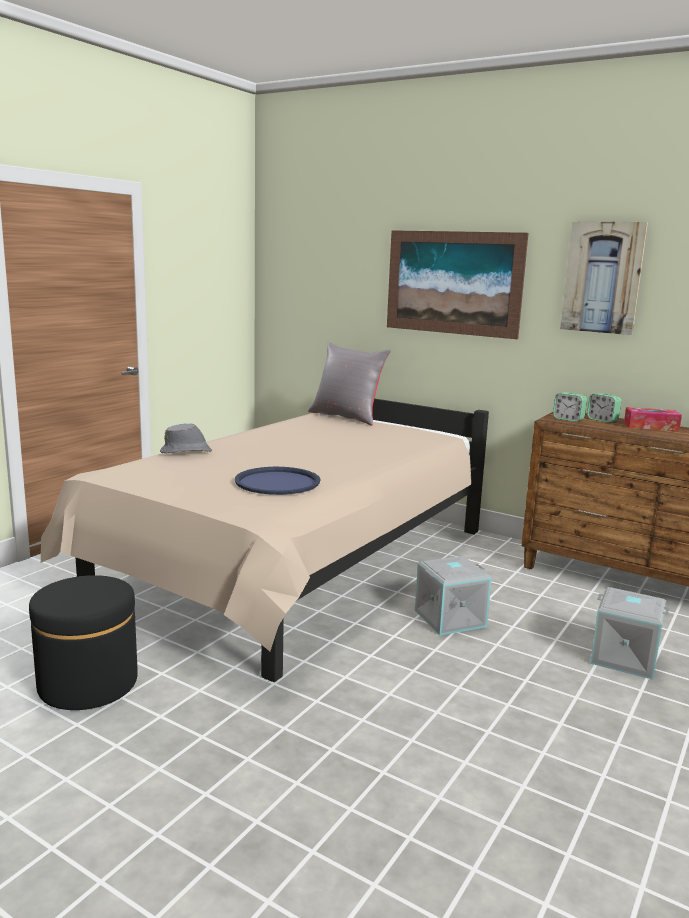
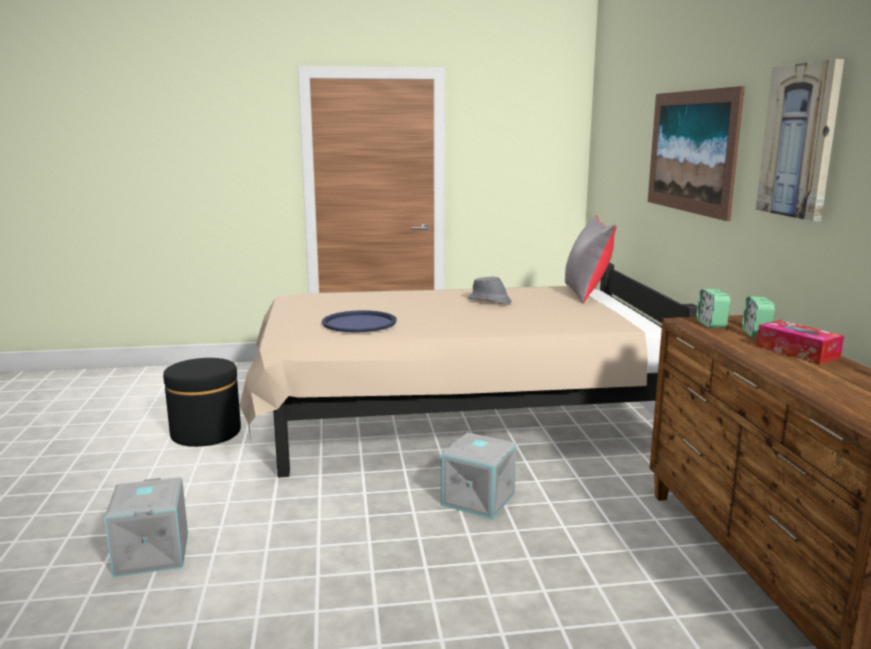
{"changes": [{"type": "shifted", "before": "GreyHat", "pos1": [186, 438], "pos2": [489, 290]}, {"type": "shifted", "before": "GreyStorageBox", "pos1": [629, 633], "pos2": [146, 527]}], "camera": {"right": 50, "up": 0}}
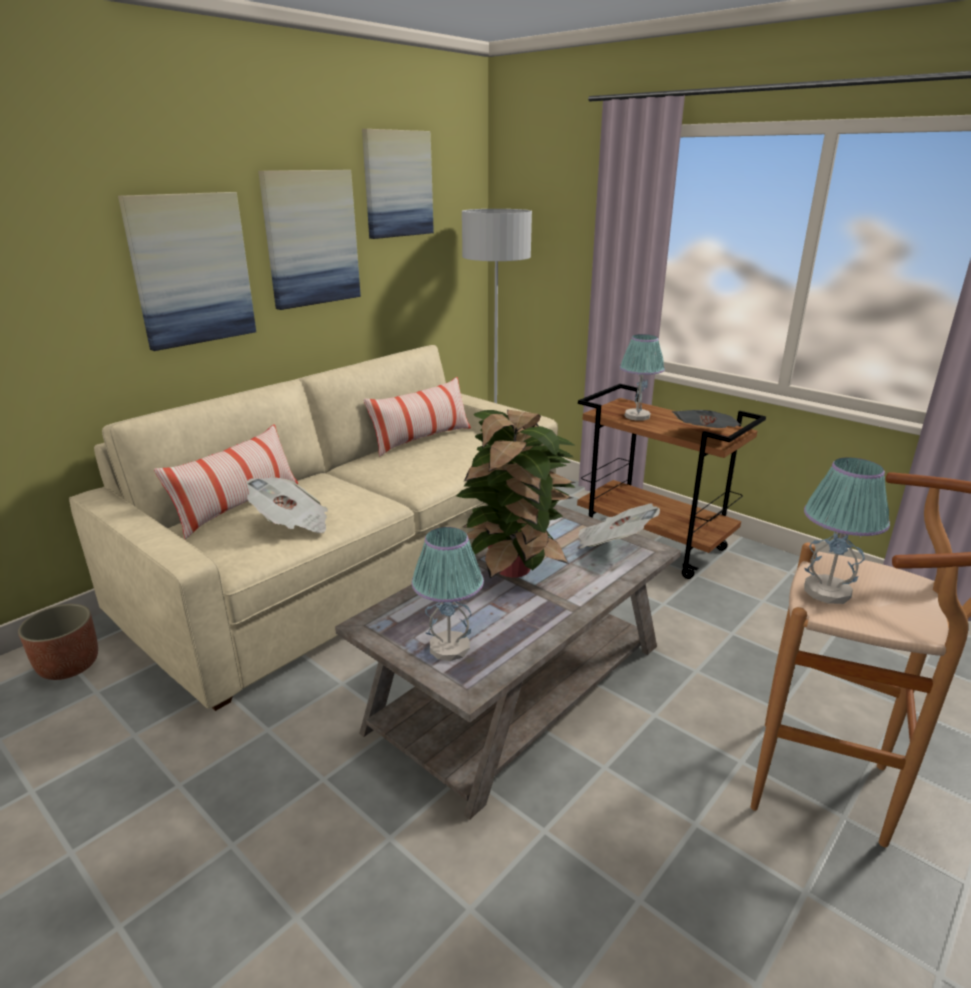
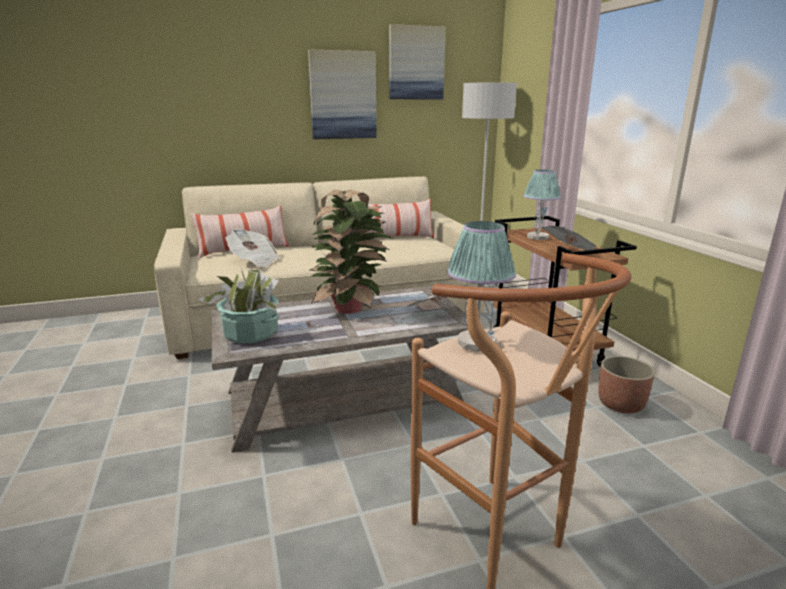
{"changes": [{"type": "gone", "before": "Picture", "pos1": [187, 271]}, {"type": "shifted", "before": "Planter", "pos1": [58, 642], "pos2": [626, 385]}, {"type": "swapped", "before": "TableLamp", "after": "PottedPlant", "pos1": [447, 594], "pos2": [238, 306]}], "camera": {"right": 30, "up": -5}}
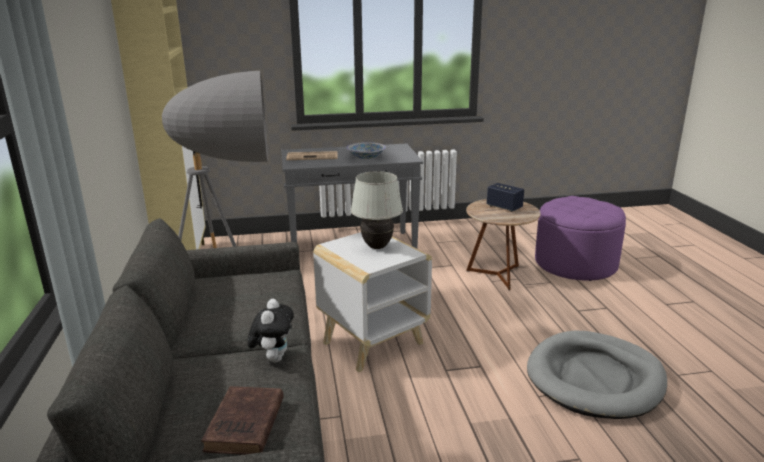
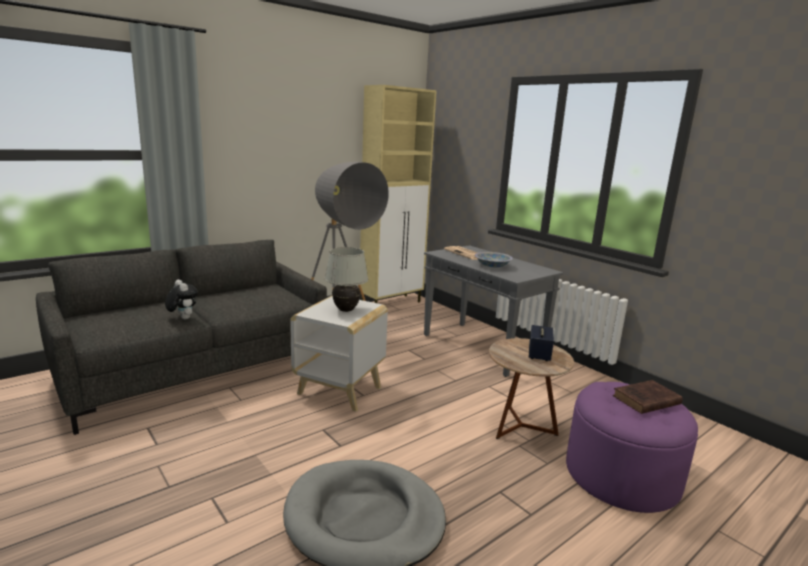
{"changes": [{"type": "shifted", "before": "BrownBook", "pos1": [242, 420], "pos2": [648, 397]}, {"type": "rotated", "before": "PlushToy", "pos1": [271, 330], "pos2": [181, 299], "turn": -105}], "camera": {"right": 60, "up": -5}}
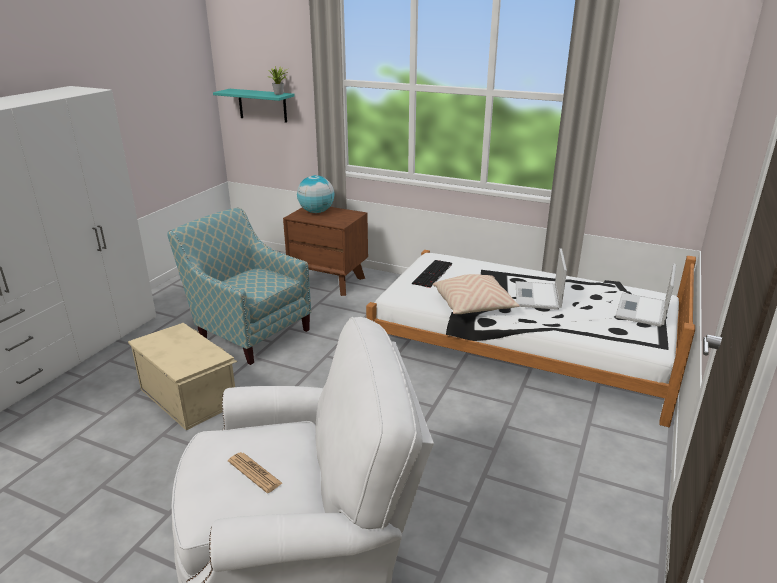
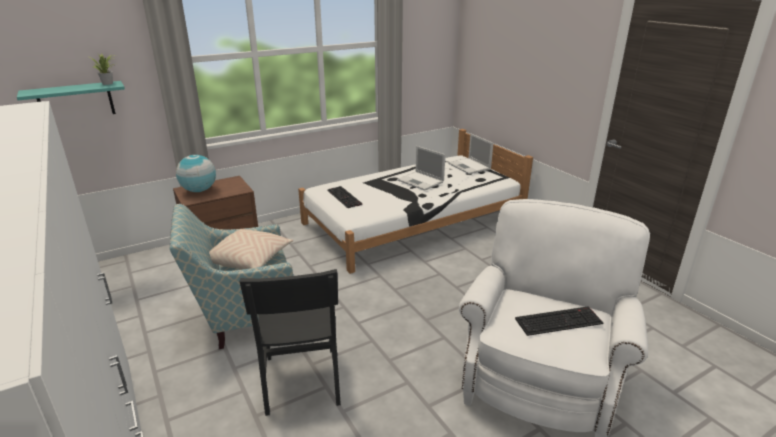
{"changes": [{"type": "shifted", "before": "BeigePillow", "pos1": [476, 294], "pos2": [251, 249]}, {"type": "swapped", "before": "BeigeStorageBox", "after": "BlackChair", "pos1": [182, 377], "pos2": [290, 342]}, {"type": "swapped", "before": "Newspaper", "after": "Keyboard", "pos1": [255, 472], "pos2": [559, 321]}], "camera": {"right": -55, "up": 0}}
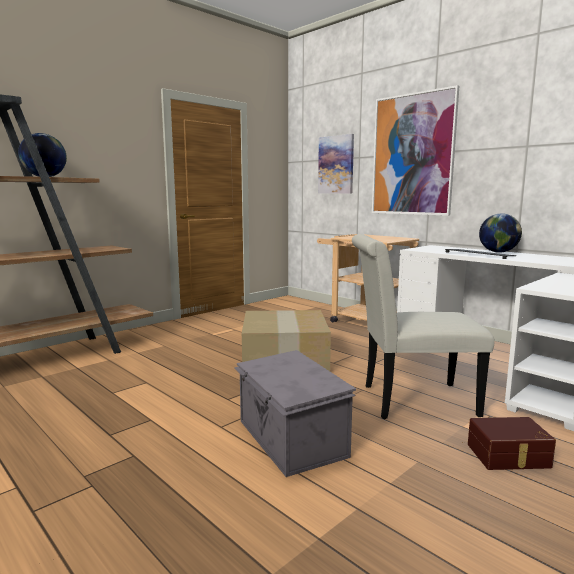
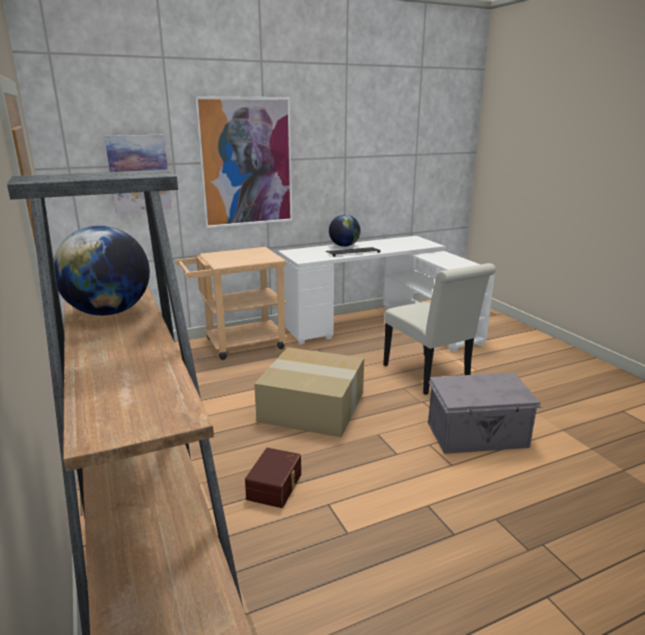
{"changes": [{"type": "shifted", "before": "BrownStorageBox", "pos1": [512, 443], "pos2": [273, 478]}, {"type": "rotated", "before": "WhiteChair", "pos1": [423, 326], "pos2": [439, 329], "turn": -45}], "camera": {"right": -70, "up": 10}}
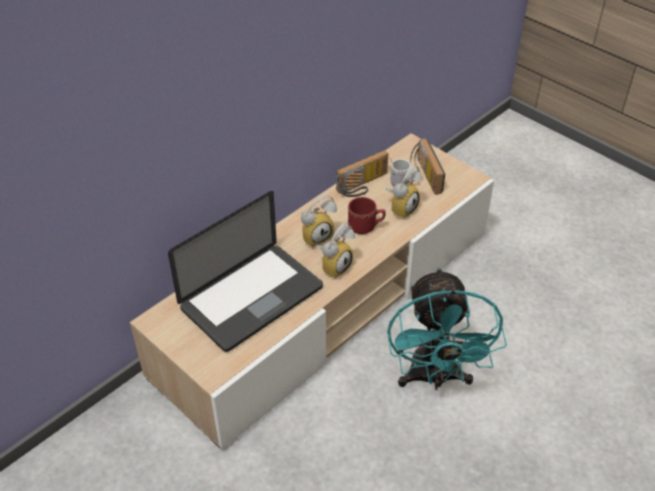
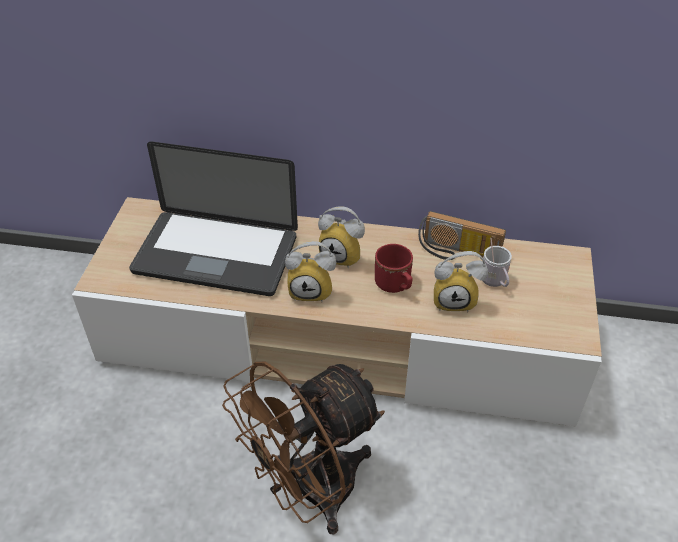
{"changes": [{"type": "gone", "before": "Radio", "pos1": [427, 166]}, {"type": "repainted", "before": "TurquoiseFan", "after": "BrownFan", "pos1": [447, 328], "pos2": [303, 448]}], "camera": {"right": 55, "up": 0}}
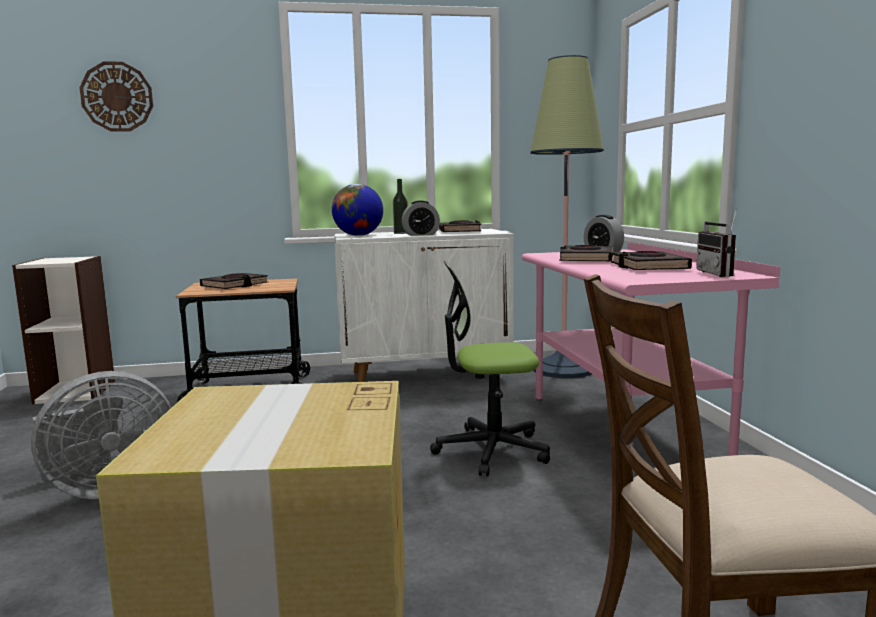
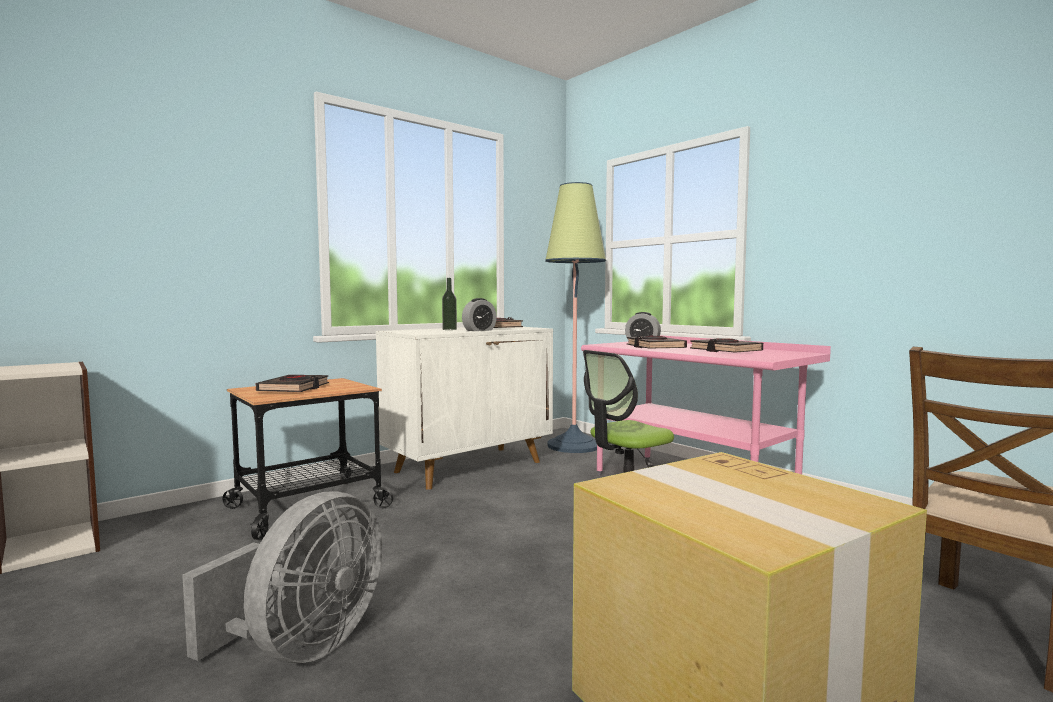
{"changes": [{"type": "gone", "before": "WallClock", "pos1": [116, 96]}, {"type": "gone", "before": "Globe", "pos1": [357, 210]}, {"type": "gone", "before": "Radio", "pos1": [716, 242]}], "camera": {"right": -30, "up": -5}}
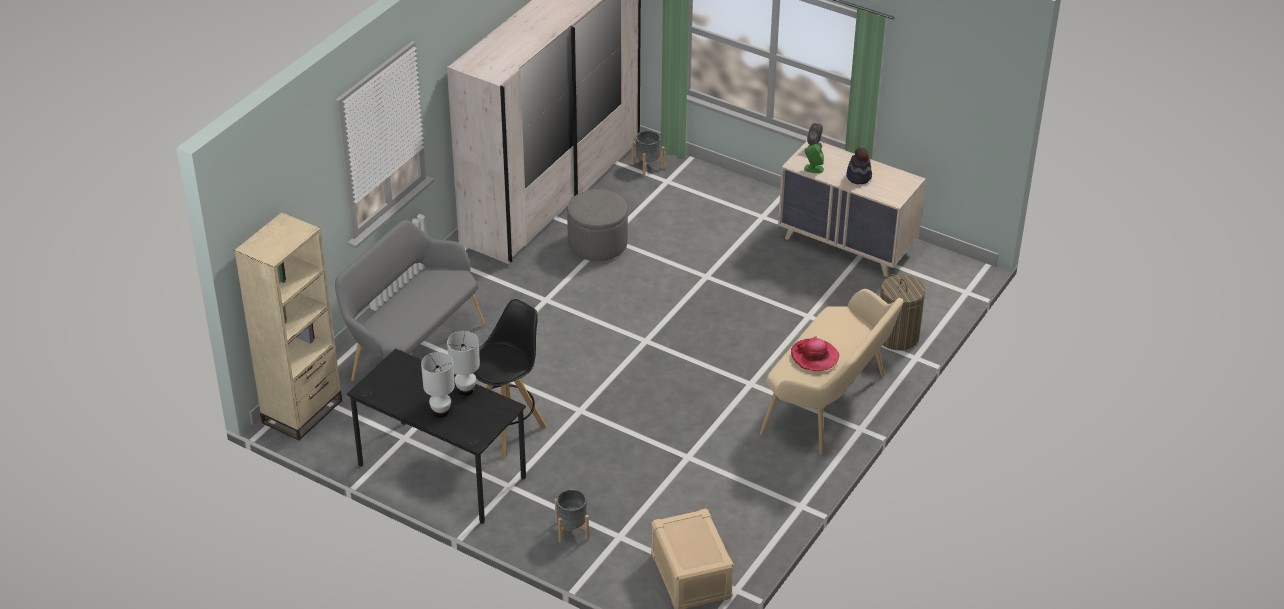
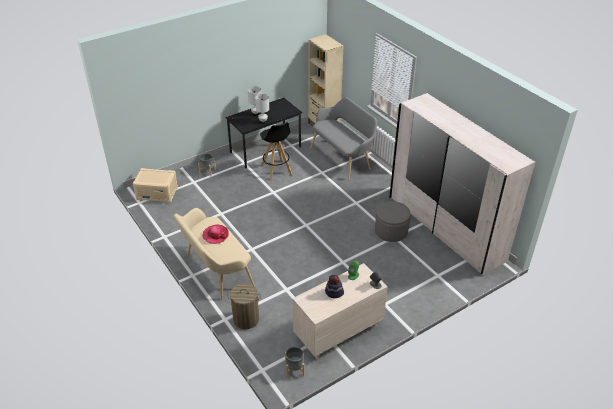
{"changes": [{"type": "shifted", "before": "GreyPlanter", "pos1": [648, 153], "pos2": [295, 362]}], "camera": {"right": 115, "up": 0}}
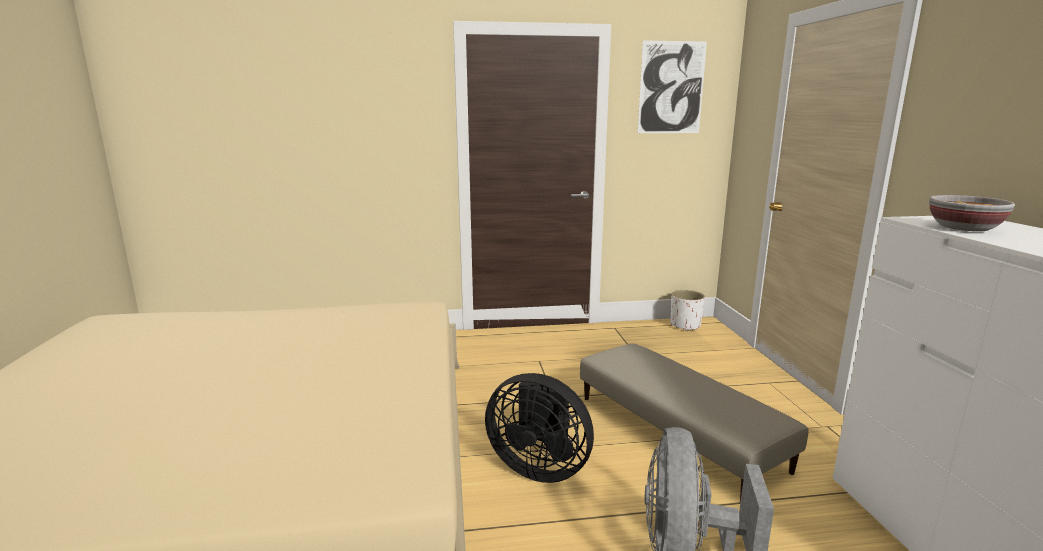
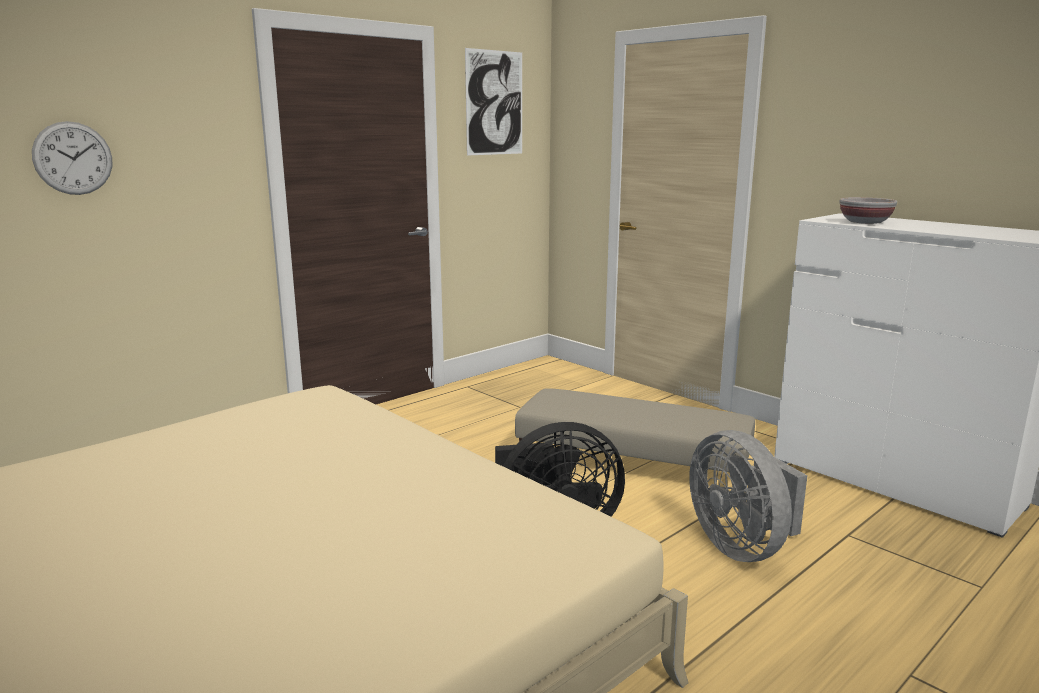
{"changes": [{"type": "gone", "before": "WhitePlanter", "pos1": [687, 310]}, {"type": "new", "after": "WallClock", "pos2": [72, 158]}], "camera": {"right": -35, "up": 0}}
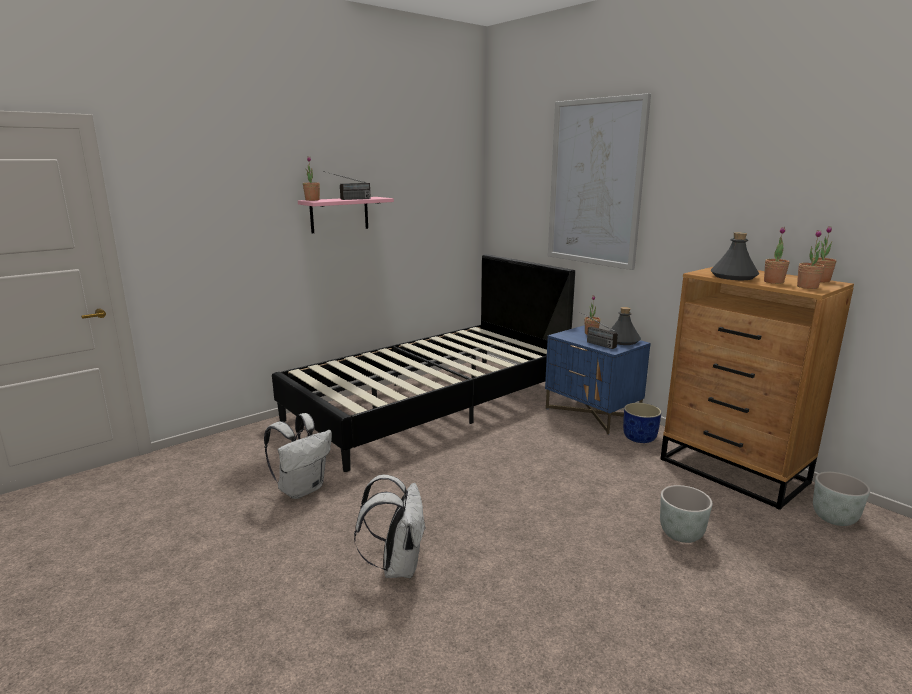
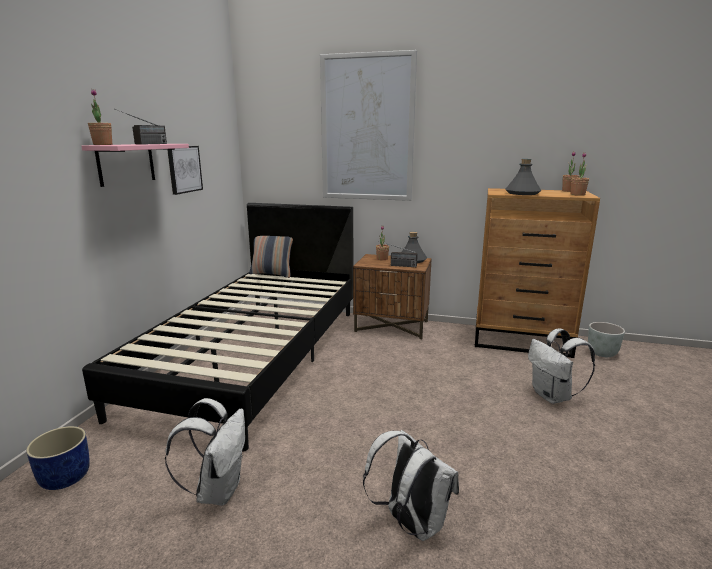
{"changes": [{"type": "gone", "before": "PottedPlant", "pos1": [777, 255]}, {"type": "new", "after": "Picture", "pos2": [185, 170]}, {"type": "new", "after": "Pillow", "pos2": [271, 257]}, {"type": "shifted", "before": "BluePlanter", "pos1": [642, 423], "pos2": [58, 458]}, {"type": "swapped", "before": "GreyPlanter", "after": "WhiteBackpack", "pos1": [686, 514], "pos2": [561, 366]}, {"type": "repainted", "before": "BlueNightstand", "after": "BrownNightstand", "pos1": [598, 380], "pos2": [392, 297]}], "camera": {"right": -35, "up": 0}}
